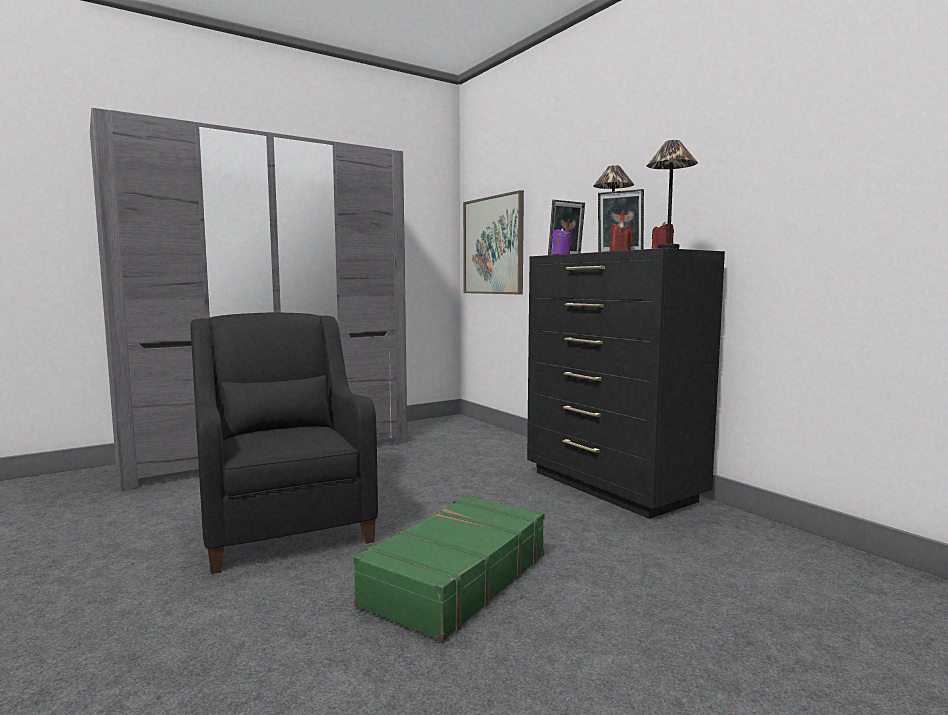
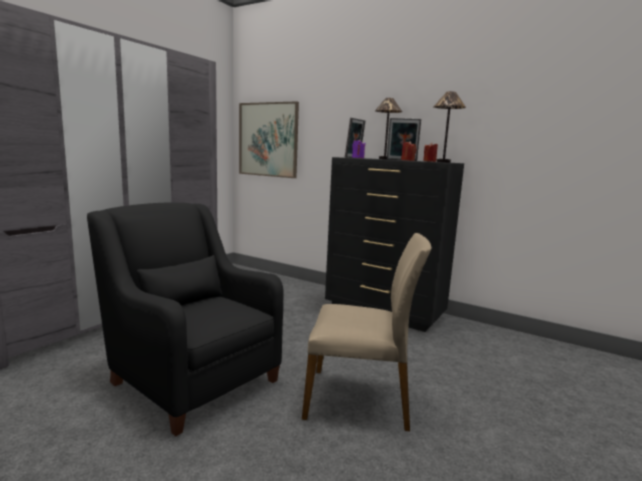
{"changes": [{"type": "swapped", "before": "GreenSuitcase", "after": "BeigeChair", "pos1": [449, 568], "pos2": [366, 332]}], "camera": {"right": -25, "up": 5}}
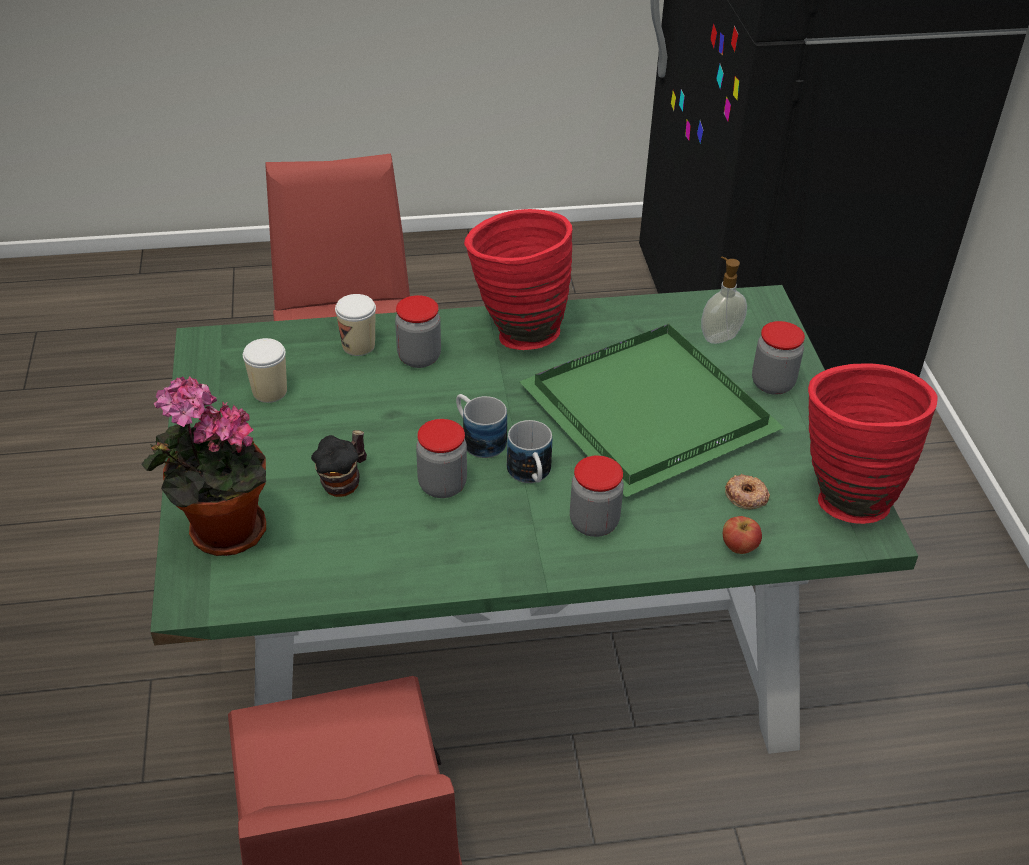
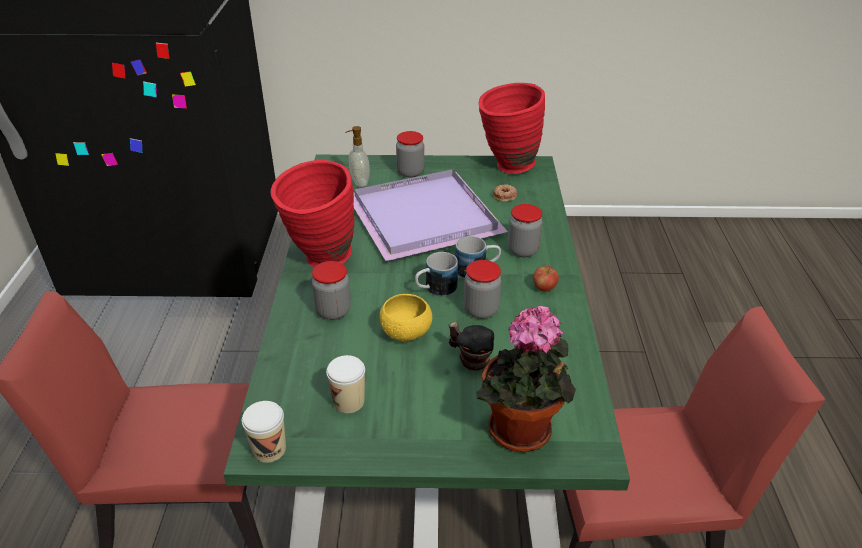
{"changes": [{"type": "new", "after": "YellowBowl", "pos2": [406, 317]}, {"type": "shifted", "before": "Cup", "pos1": [355, 325], "pos2": [264, 432]}, {"type": "shifted", "before": "Apple", "pos1": [742, 535], "pos2": [546, 279]}, {"type": "repainted", "before": "GreenTray", "after": "PurpleTray", "pos1": [651, 410], "pos2": [430, 215]}], "camera": {"right": -80, "up": -5}}
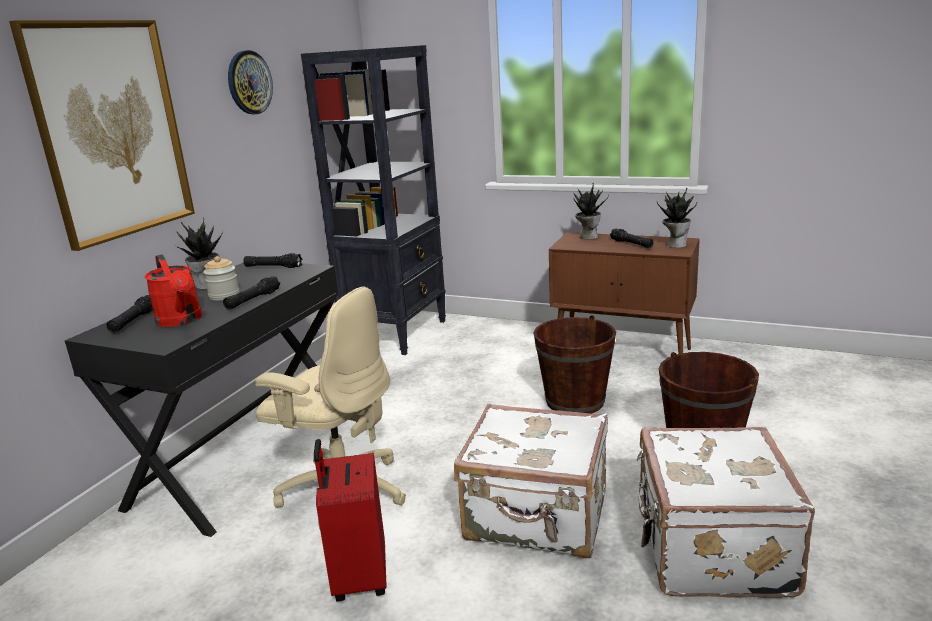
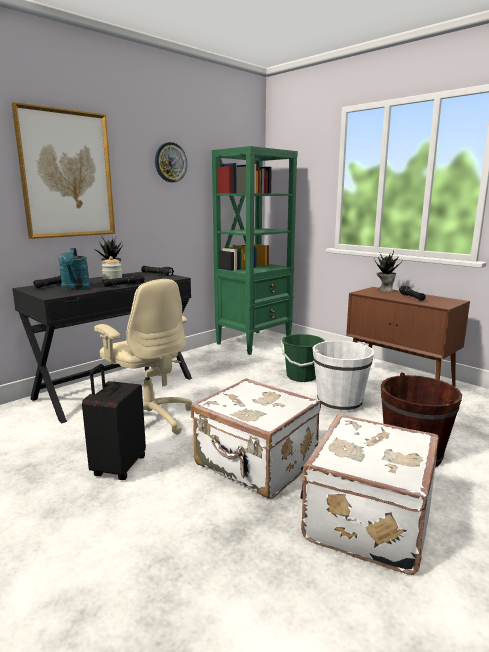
{"changes": [{"type": "gone", "before": "PottedPlant", "pos1": [677, 218]}, {"type": "new", "after": "GreenBucket", "pos2": [303, 358]}, {"type": "repainted", "before": "RedWateringCan", "after": "TurquoiseWateringCan", "pos1": [173, 290], "pos2": [74, 269]}, {"type": "repainted", "before": "BlackBookcase", "after": "GreenBookcase", "pos1": [373, 200], "pos2": [255, 250]}, {"type": "repainted", "before": "RedSuitcase", "after": "BlackSuitcase", "pos1": [350, 520], "pos2": [114, 422]}, {"type": "repainted", "before": "BrownBucket", "after": "WhiteBucket", "pos1": [574, 364], "pos2": [343, 376]}], "camera": {"right": 20, "up": -5}}
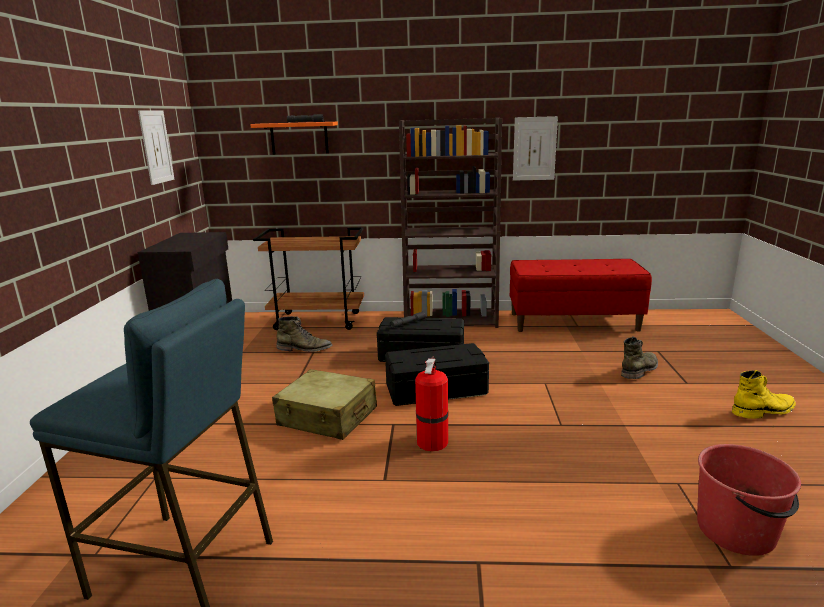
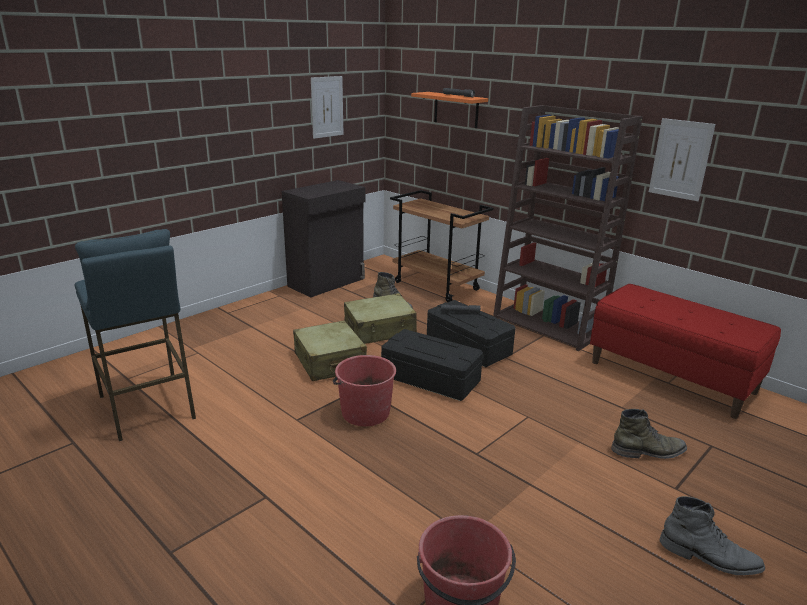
{"changes": [{"type": "new", "after": "BeigeSuitcase", "pos2": [380, 318]}, {"type": "swapped", "before": "FireExtinguisher", "after": "RedBucket", "pos1": [431, 404], "pos2": [364, 390]}, {"type": "repainted", "before": "YellowBoot", "after": "GreyBoot", "pos1": [764, 394], "pos2": [712, 535]}], "camera": {"right": 40, "up": 5}}
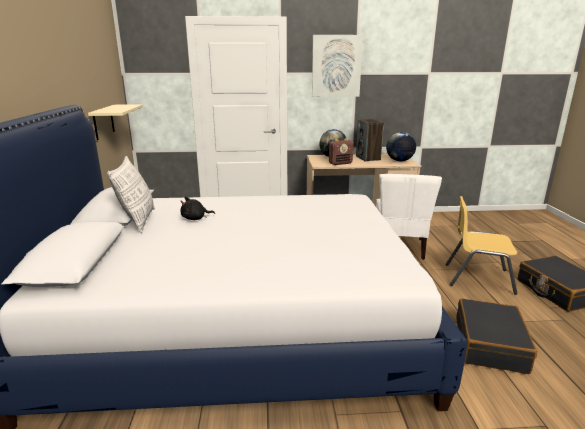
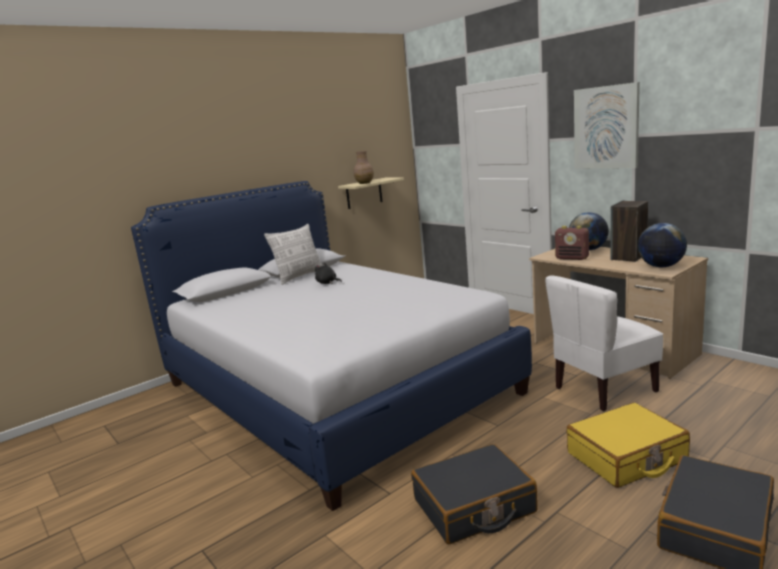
{"changes": [{"type": "new", "after": "BrownVase", "pos2": [364, 167]}, {"type": "swapped", "before": "YellowChair", "after": "YellowSuitcase", "pos1": [482, 245], "pos2": [628, 445]}], "camera": {"right": 55, "up": -5}}
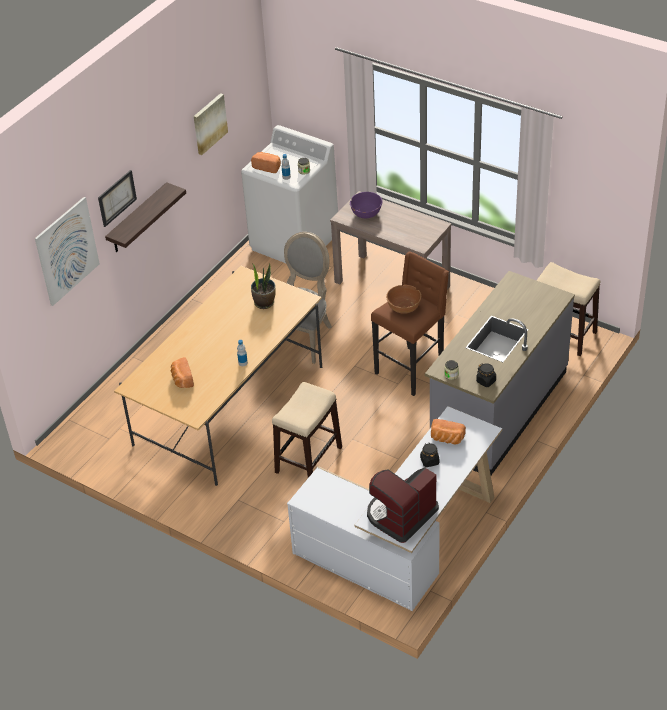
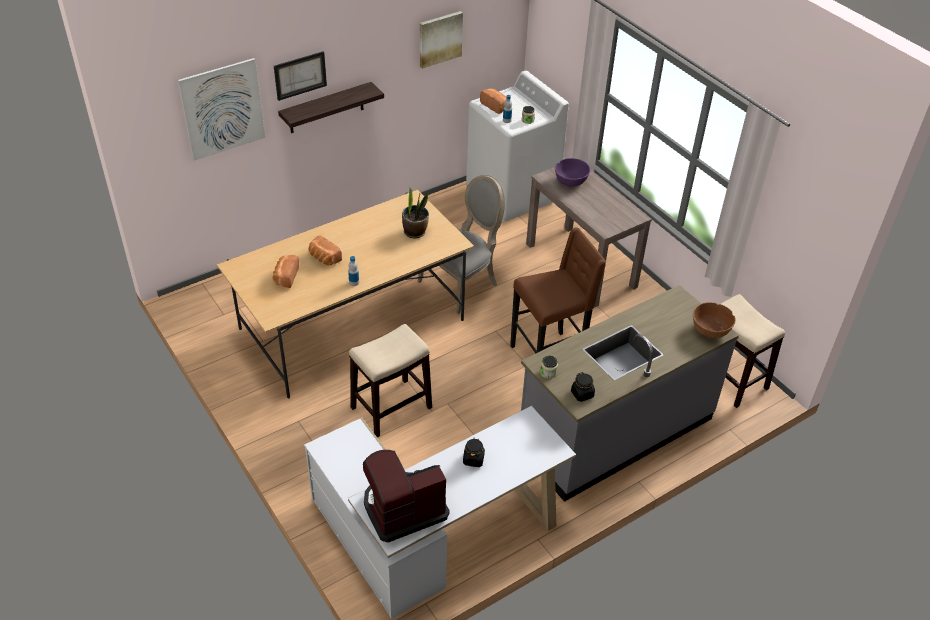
{"changes": [{"type": "shifted", "before": "BrownBowl", "pos1": [403, 299], "pos2": [714, 320]}, {"type": "shifted", "before": "Bread", "pos1": [448, 431], "pos2": [325, 250]}], "camera": {"right": 20, "up": 0}}
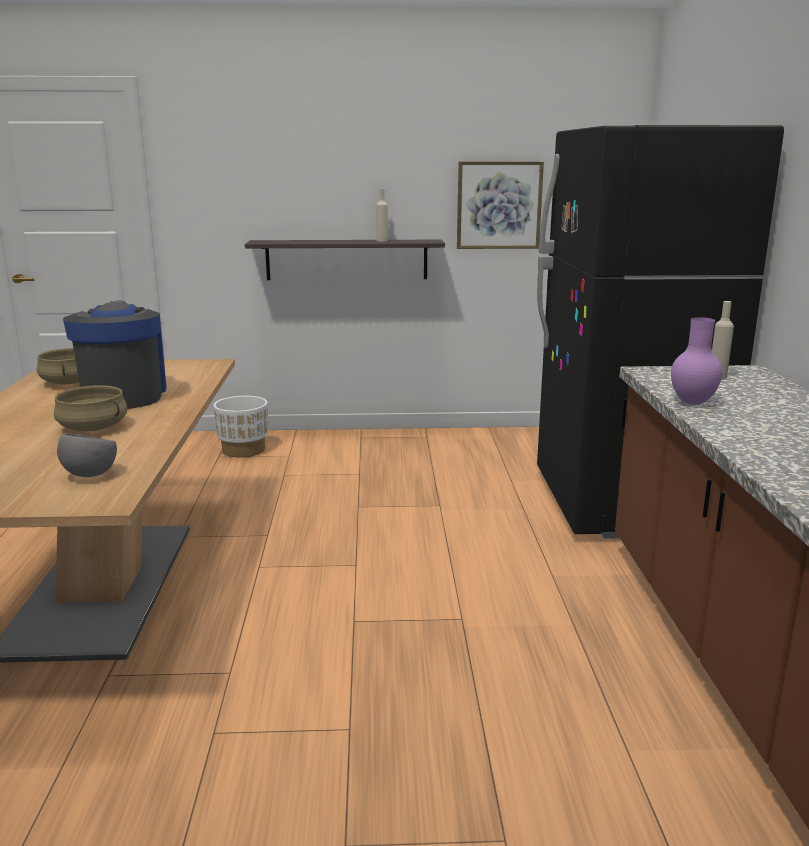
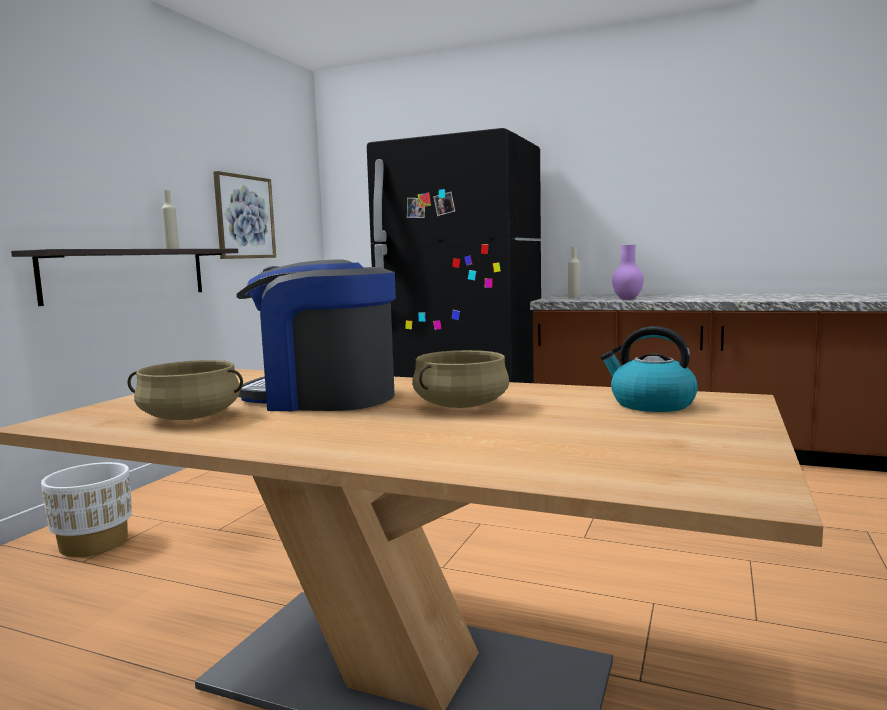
{"changes": [{"type": "swapped", "before": "GreyBowl", "after": "Kettle", "pos1": [87, 455], "pos2": [649, 369]}], "camera": {"right": -65, "up": -10}}
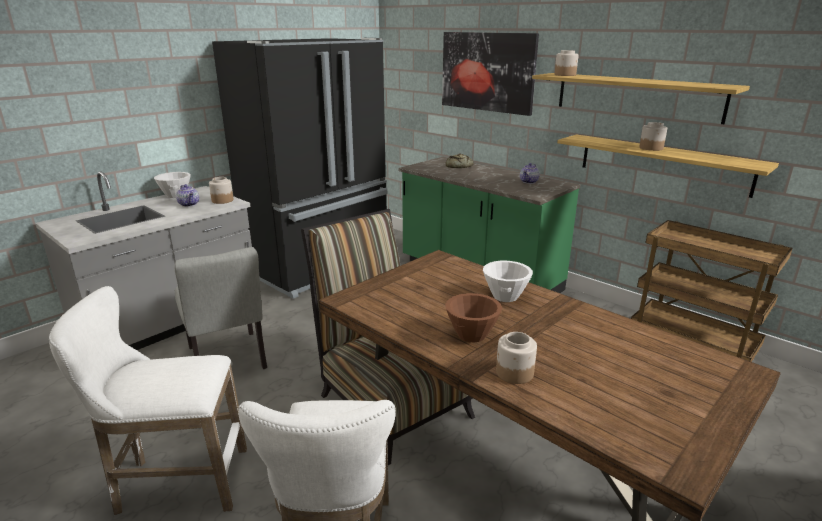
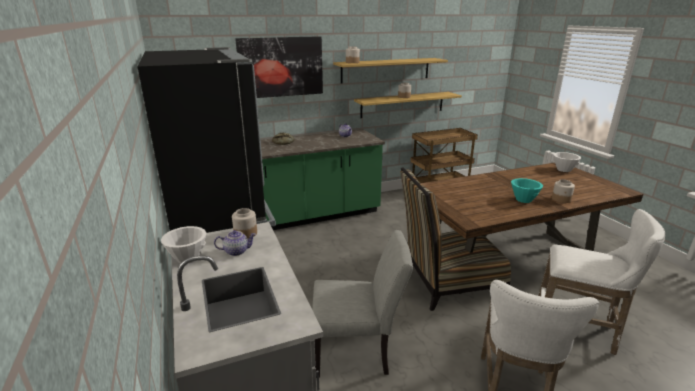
{"changes": [{"type": "shifted", "before": "WhiteBowl", "pos1": [508, 281], "pos2": [567, 162]}, {"type": "repainted", "before": "BrownBowl", "after": "TurquoiseBowl", "pos1": [473, 317], "pos2": [527, 190]}], "camera": {"right": -65, "up": 0}}
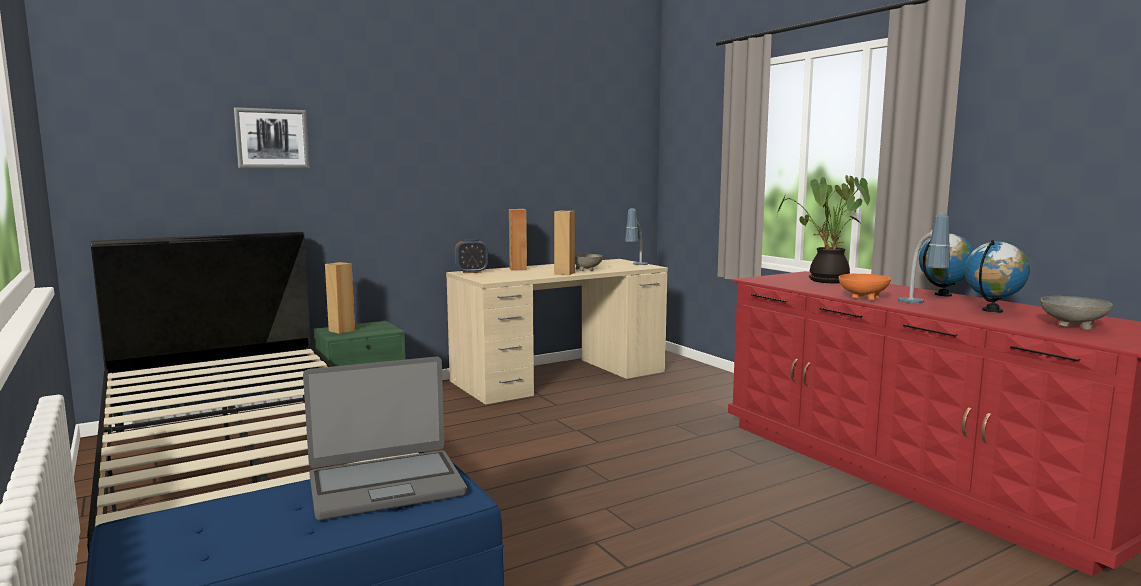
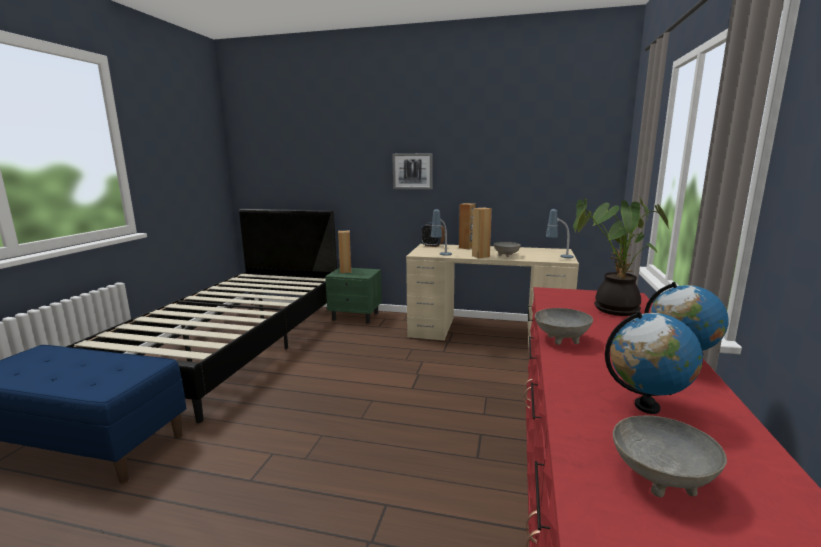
{"changes": [{"type": "gone", "before": "Laptop", "pos1": [385, 438]}, {"type": "shifted", "before": "Picture", "pos1": [271, 138], "pos2": [412, 171]}, {"type": "shifted", "before": "TableLamp", "pos1": [924, 258], "pos2": [441, 232]}, {"type": "repainted", "before": "OrangeBowl", "after": "GreyBowl", "pos1": [865, 287], "pos2": [564, 326]}], "camera": {"right": 45, "up": 5}}
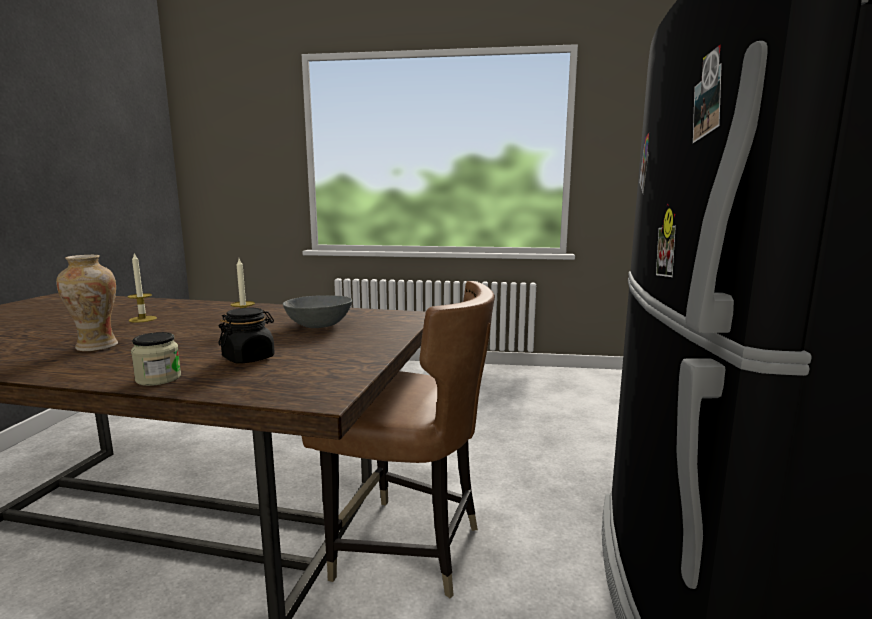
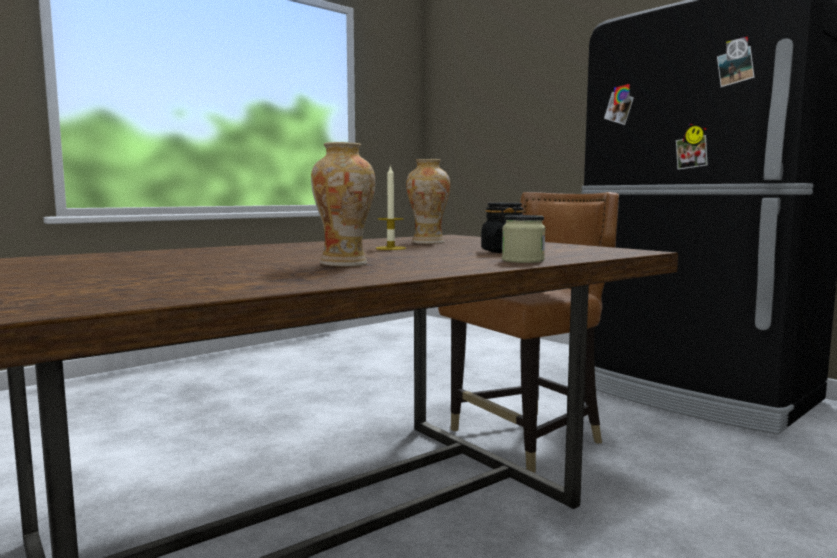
{"changes": [{"type": "gone", "before": "Candle", "pos1": [142, 287]}, {"type": "swapped", "before": "GreyBowl", "after": "Vase", "pos1": [318, 311], "pos2": [428, 201]}], "camera": {"right": -50, "up": -5}}
